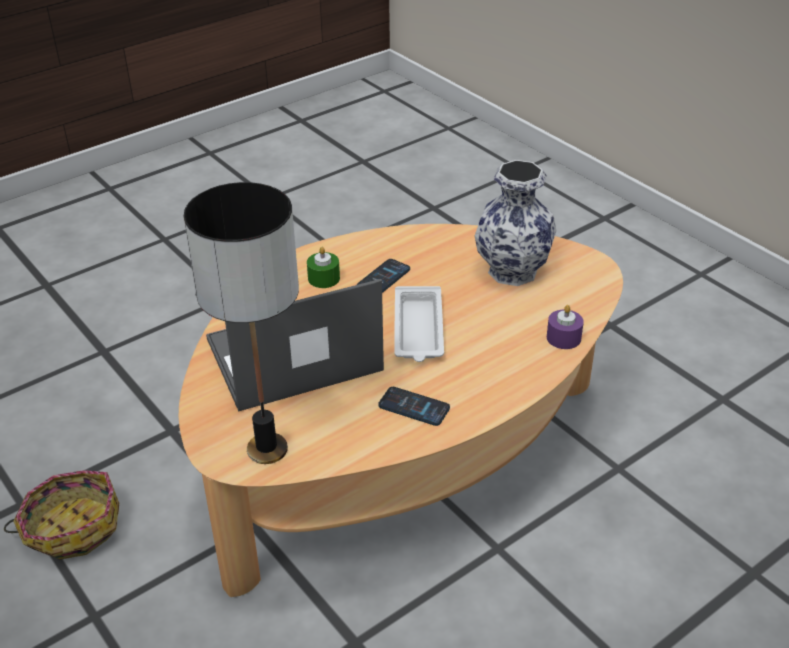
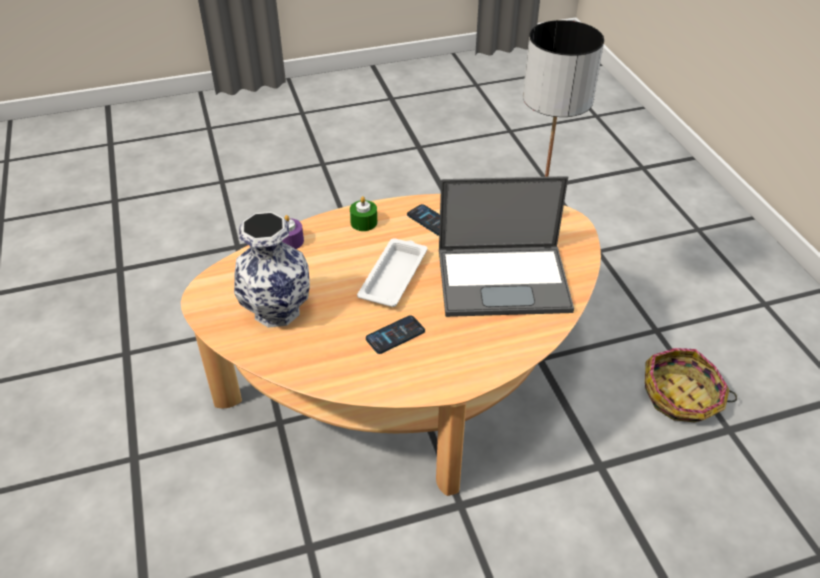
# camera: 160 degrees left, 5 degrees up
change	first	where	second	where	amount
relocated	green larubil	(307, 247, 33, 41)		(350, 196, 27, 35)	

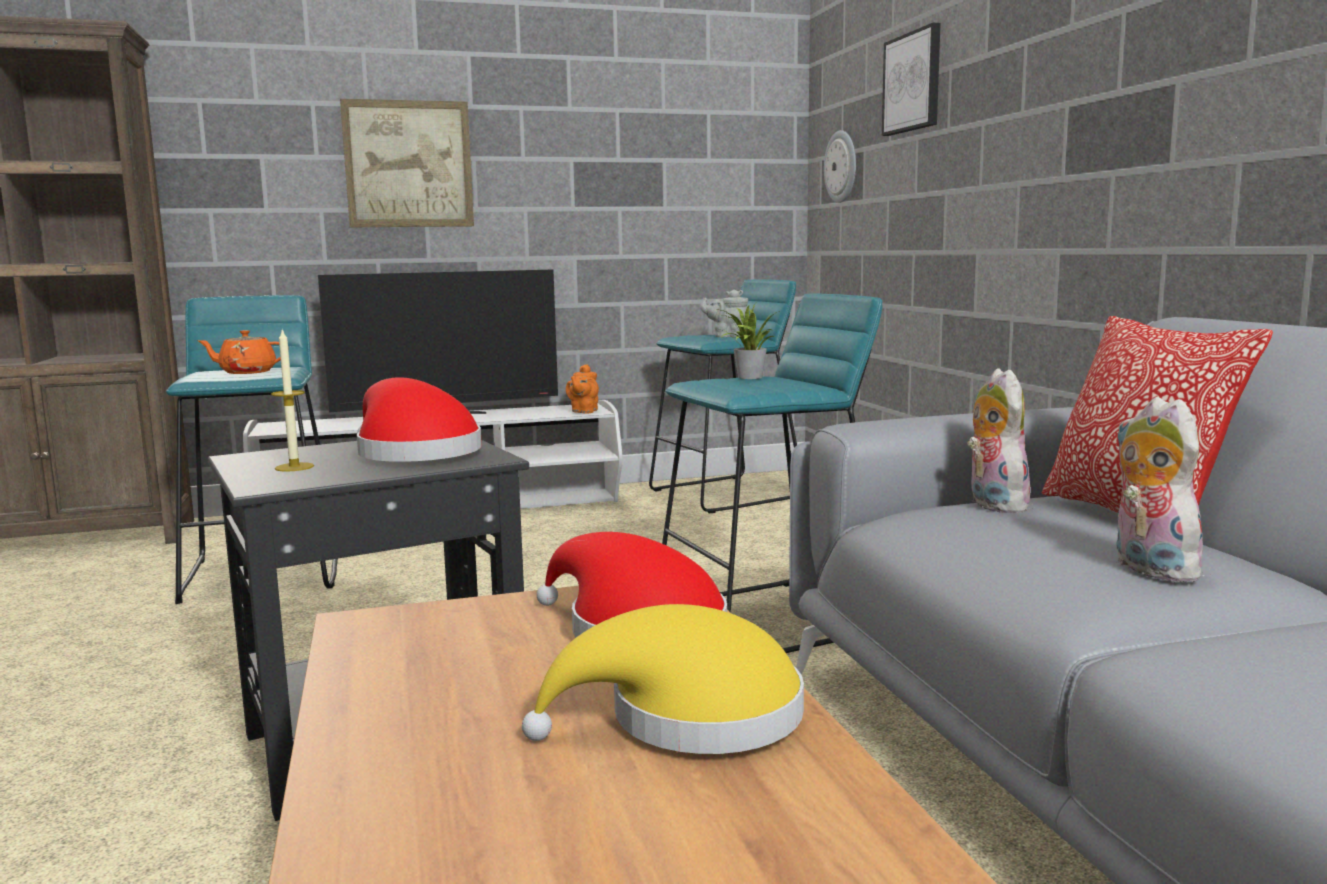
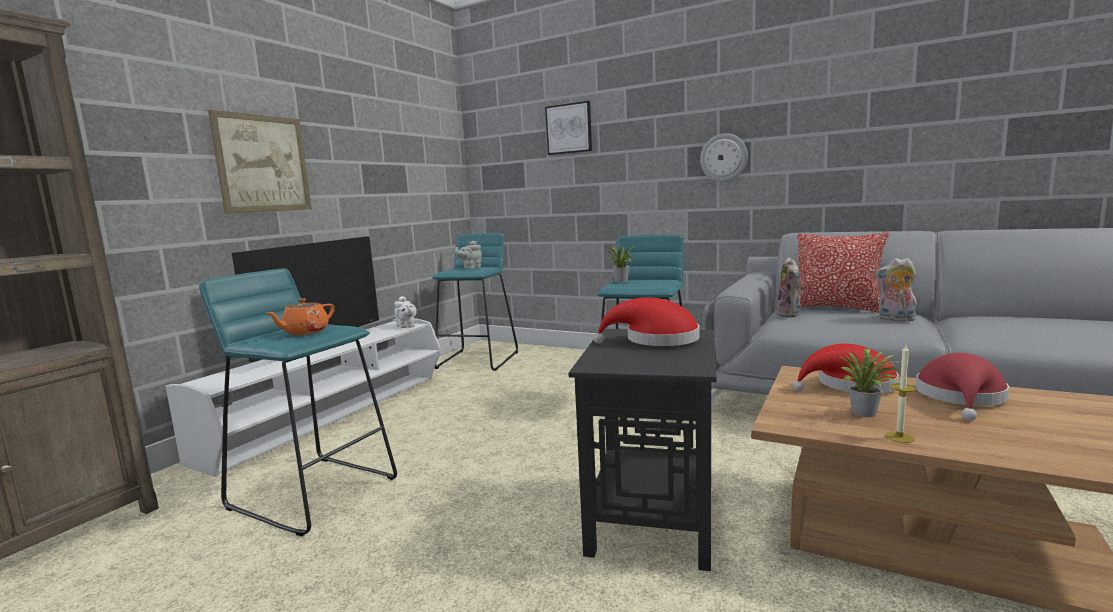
# camera: 45 degrees left, 0 degrees up
change	first	where	second	where	amount
relocated	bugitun	(824, 130, 32, 73)		(700, 133, 48, 49)	
relocated	larubil	(271, 329, 43, 143)		(885, 345, 31, 98)	
colour	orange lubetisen	(566, 365, 33, 49)	white lubetisen	(395, 296, 22, 32)	
spun	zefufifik	(967, 368, 66, 145)		(776, 257, 28, 60)	120 degrees counterclockwise
colour	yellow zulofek	(522, 604, 282, 150)	red zulofek	(916, 353, 93, 68)	
appeared			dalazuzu	(841, 347, 60, 70)	

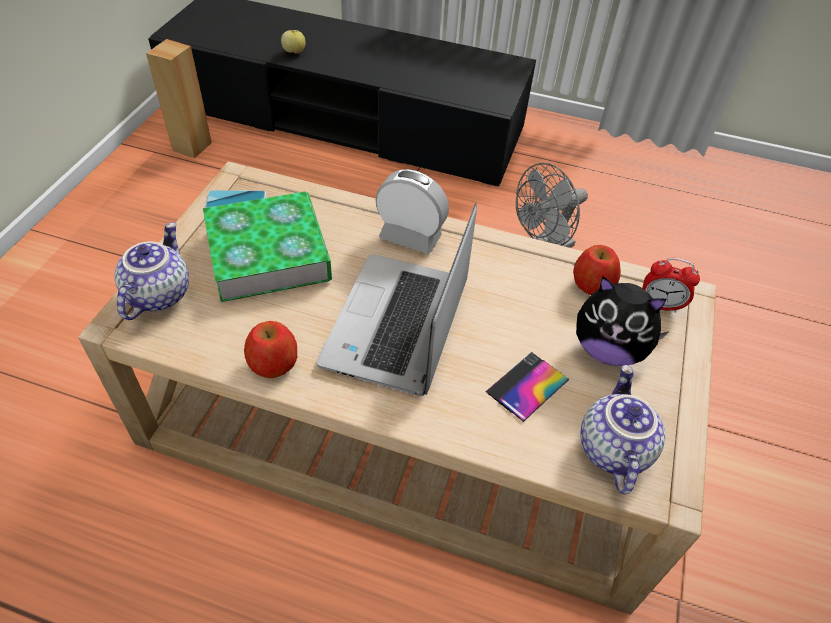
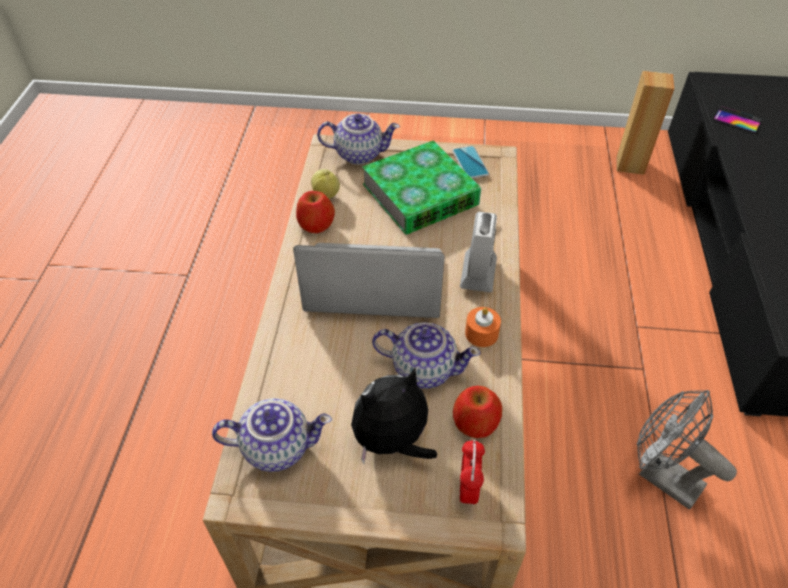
# camera: 80 degrees right, 0 degrees up
change	first	where	second	where	amount
relocated	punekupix	(281, 30, 25, 24)		(311, 169, 29, 30)	
spun	zefufifik	(576, 276, 93, 90)		(351, 368, 86, 96)	45 degrees clockwise
relocated	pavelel	(486, 352, 83, 70)		(714, 106, 48, 27)	
appeared			orange larubil	(465, 307, 36, 40)	
appeared			lubetisen	(372, 322, 108, 67)	

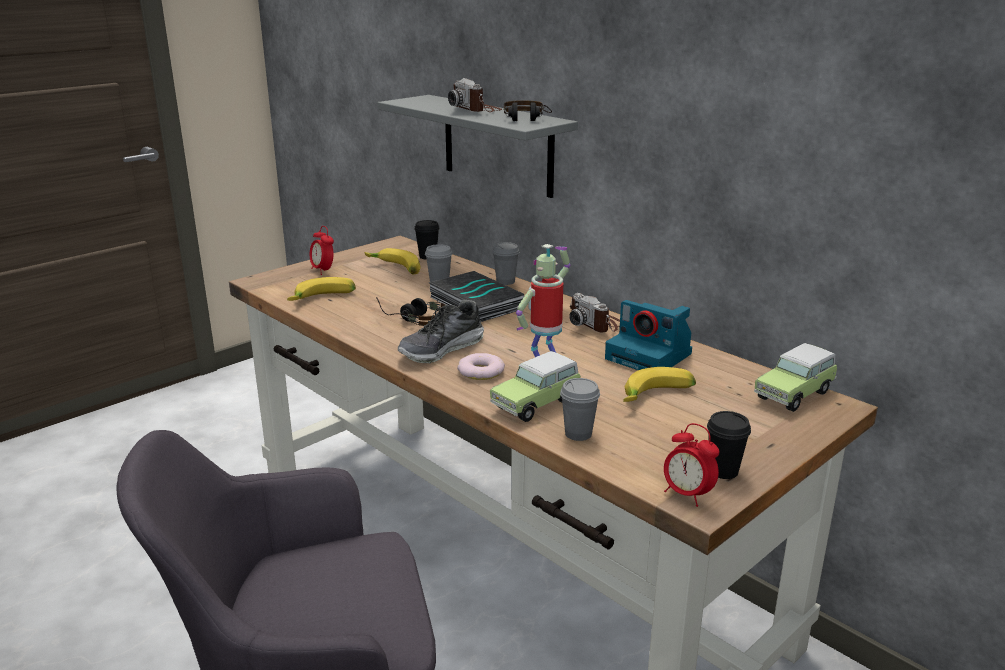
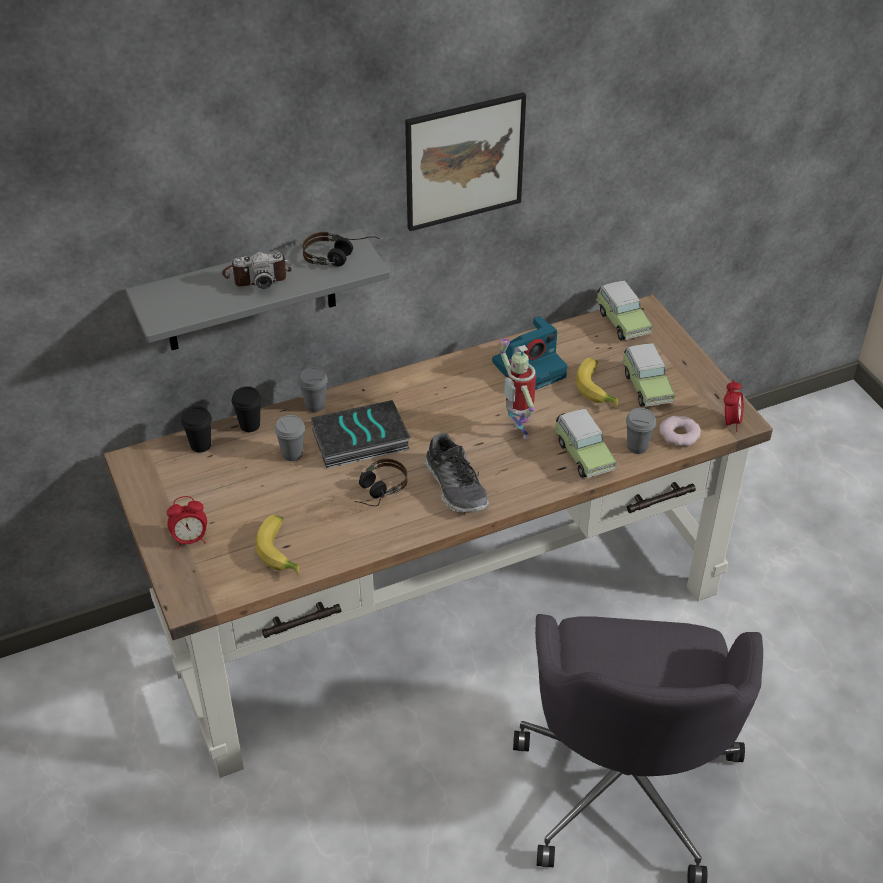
# camera: 70 degrees left, 20 degrees up
change	first	where	second	where	amount
missing	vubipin	(364, 248, 57, 27)			
missing	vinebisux	(569, 293, 51, 39)			
relocated	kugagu	(457, 353, 48, 27)		(659, 416, 42, 30)	
relocated	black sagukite	(707, 411, 44, 68)		(232, 387, 30, 45)	
spun	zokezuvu	(664, 423, 55, 84)		(724, 380, 19, 51)	45 degrees counterclockwise
appeared			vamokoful	(405, 92, 121, 139)	
appeared			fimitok	(622, 343, 53, 64)	

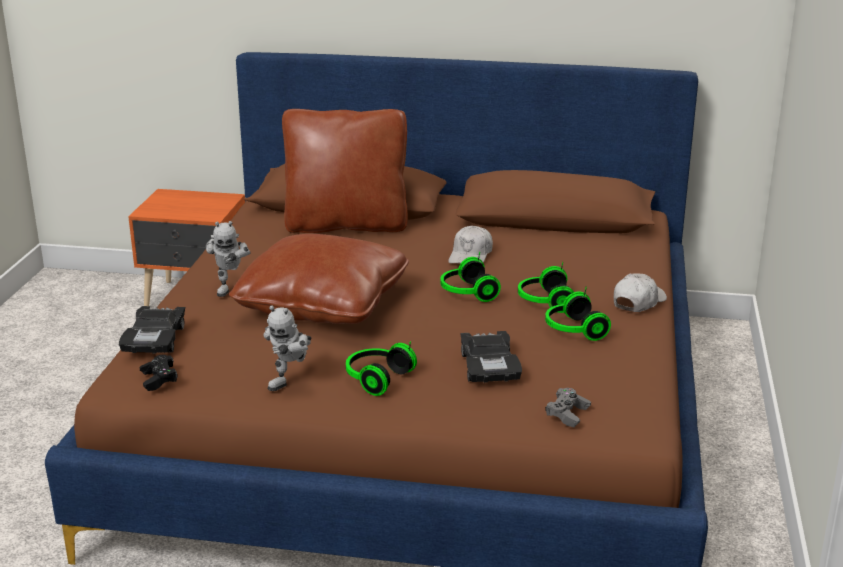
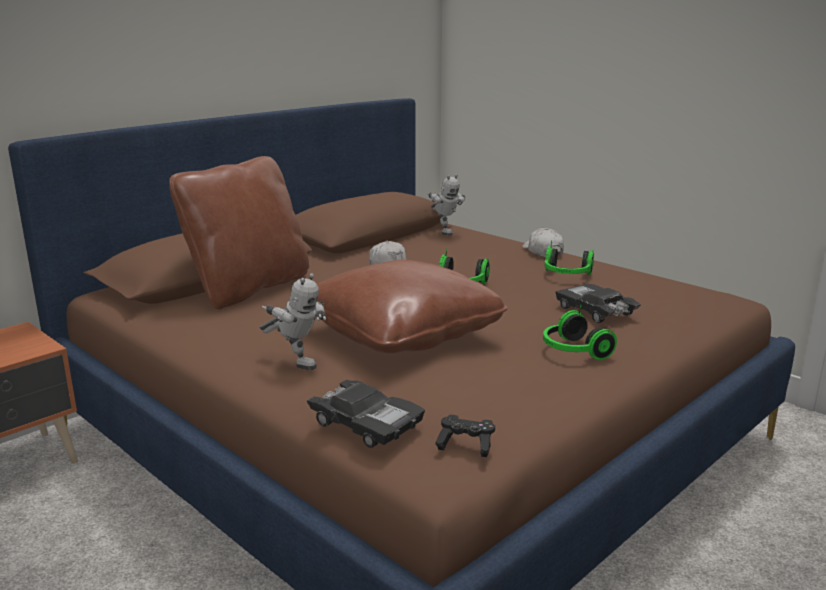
# camera: 55 degrees left, 5 degrees down
change	first	where	second	where	amount
missing	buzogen	(518, 262, 56, 51)			
relocated	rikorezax	(263, 305, 49, 86)		(427, 174, 38, 62)	
spun	black fimitok	(461, 331, 61, 52)		(555, 284, 86, 39)	150 degrees counterclockwise
missing	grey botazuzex	(545, 388, 46, 39)			

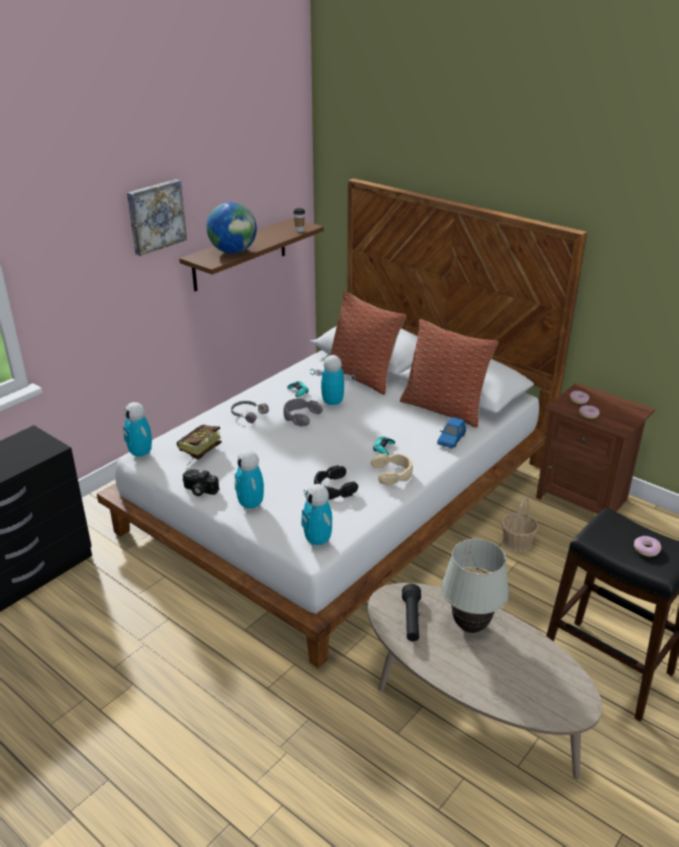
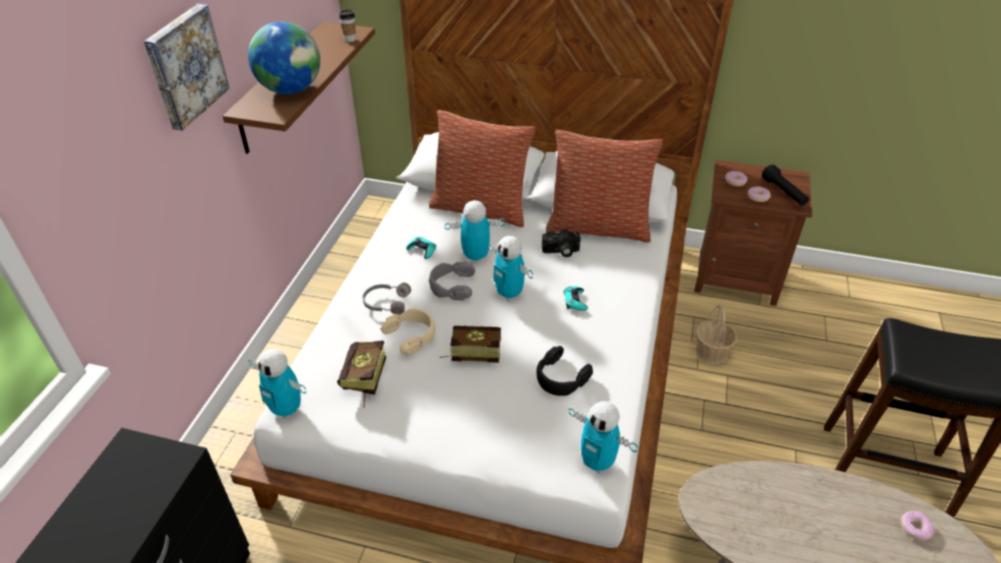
# camera: 25 degrees left, 10 degrees up
change	first	where	second	where	amount
missing	blue fimitok	(437, 417, 29, 32)			
relocated	rikorezax	(235, 450, 29, 61)		(488, 236, 45, 65)	
relocated	beige buzogen	(371, 453, 42, 32)		(381, 308, 54, 47)	
relocated	vinebisux	(182, 469, 37, 27)		(542, 229, 38, 28)	
relocated	kugagu	(634, 536, 27, 21)		(901, 511, 34, 30)	
missing	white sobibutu	(441, 539, 68, 94)			
relocated	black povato	(402, 584, 19, 57)		(762, 165, 47, 41)	
appeared			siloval	(439, 325, 62, 38)	

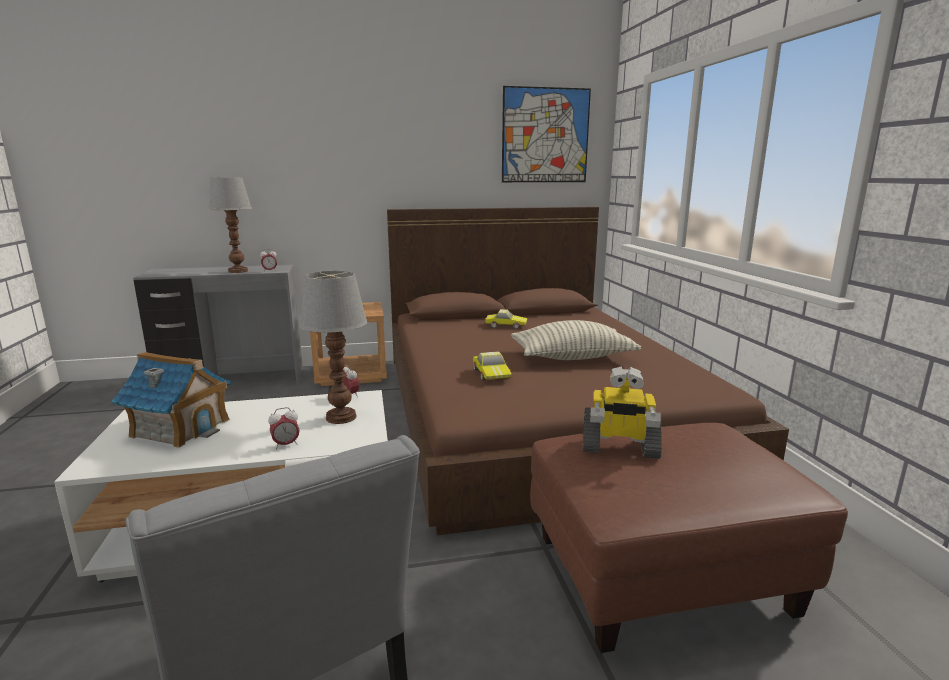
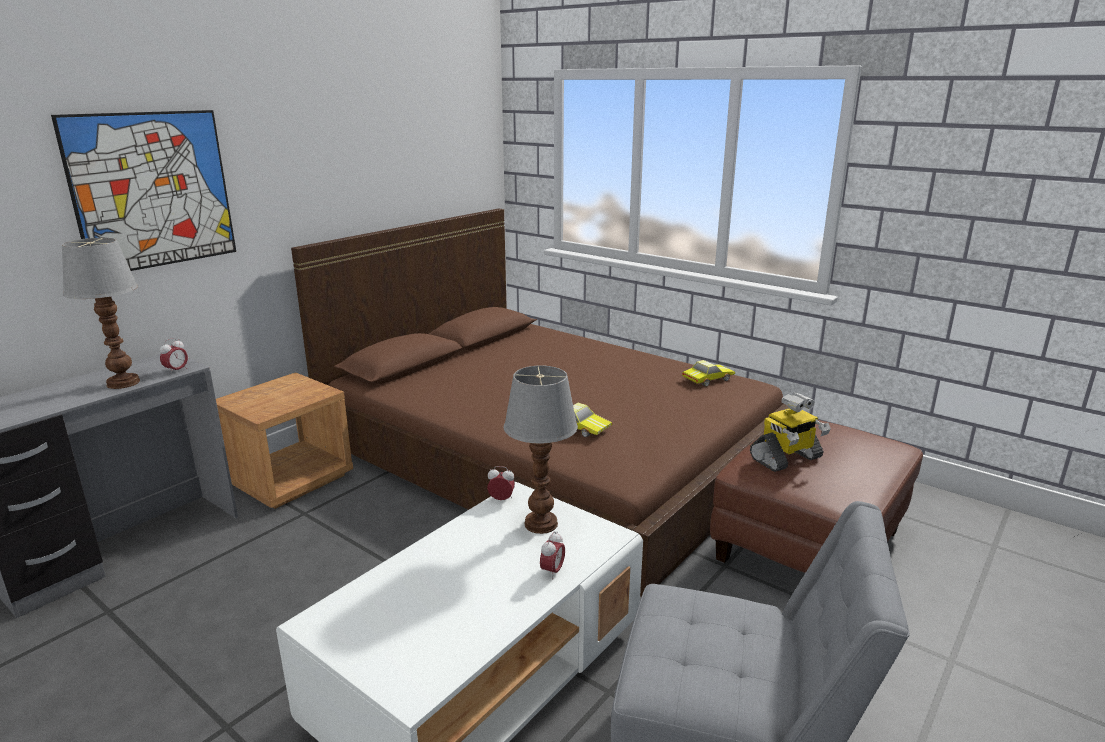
# camera: 40 degrees left, 5 degrees up
change	first	where	second	where	amount
relocated	vamokoful	(502, 86, 89, 96)		(51, 110, 185, 161)	
relocated	fimitok	(485, 309, 42, 20)		(682, 360, 53, 27)	
missing	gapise	(511, 320, 130, 40)			
missing	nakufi	(111, 352, 120, 96)			

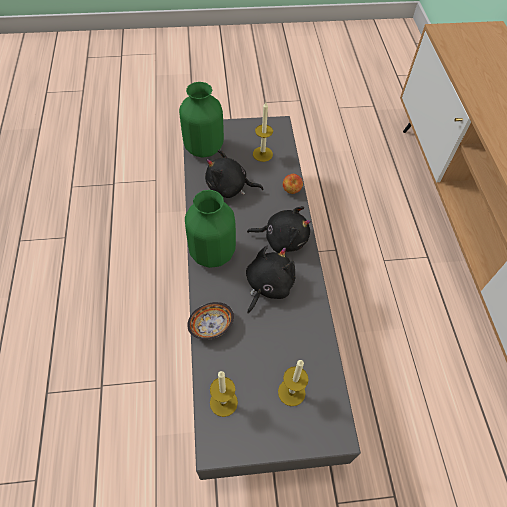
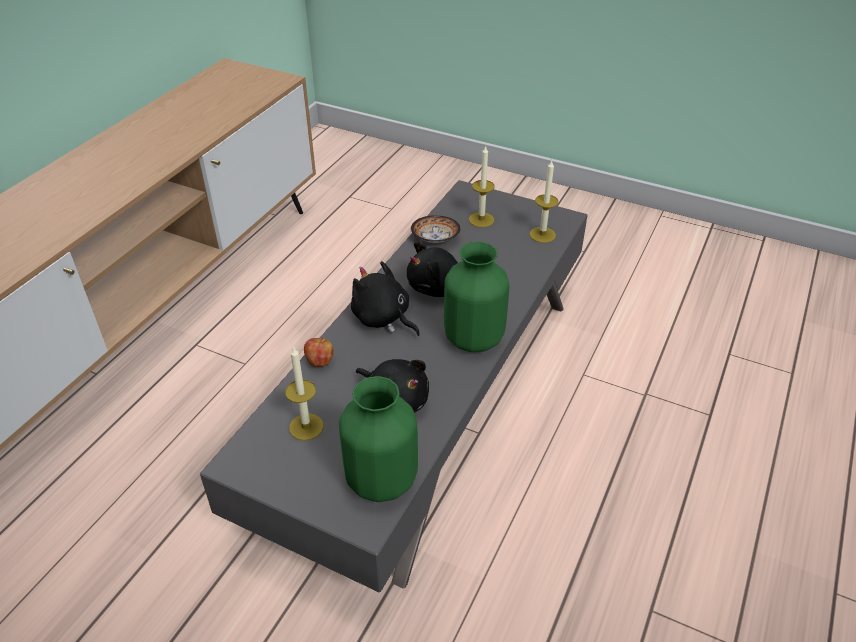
# camera: 145 degrees left, 15 degrees down
change	first	where	second	where	amount
relocated	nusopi	(187, 302, 47, 38)		(411, 215, 49, 28)	

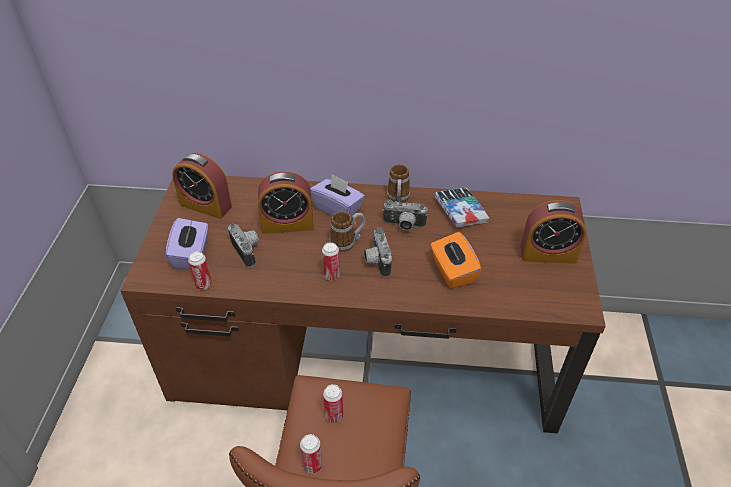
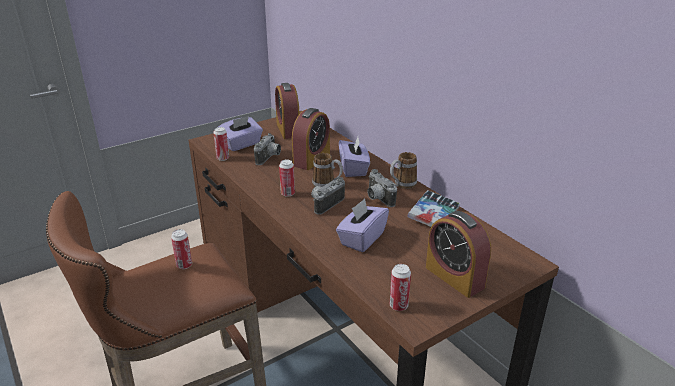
# camera: 50 degrees right, 15 degrees down
change	first	where	second	where	amount
spun	zokezuvu	(258, 171, 55, 63)		(292, 108, 38, 62)	105 degrees counterclockwise
colour	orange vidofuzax	(431, 232, 50, 56)	purple vidofuzax	(336, 198, 53, 54)	
relocated	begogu	(300, 434, 22, 40)		(390, 264, 21, 47)	

